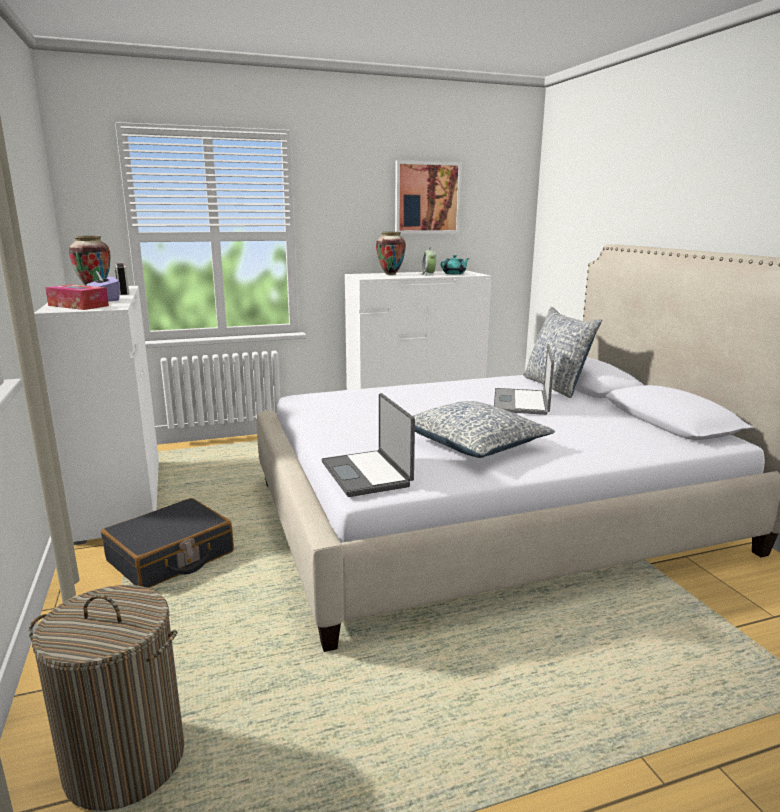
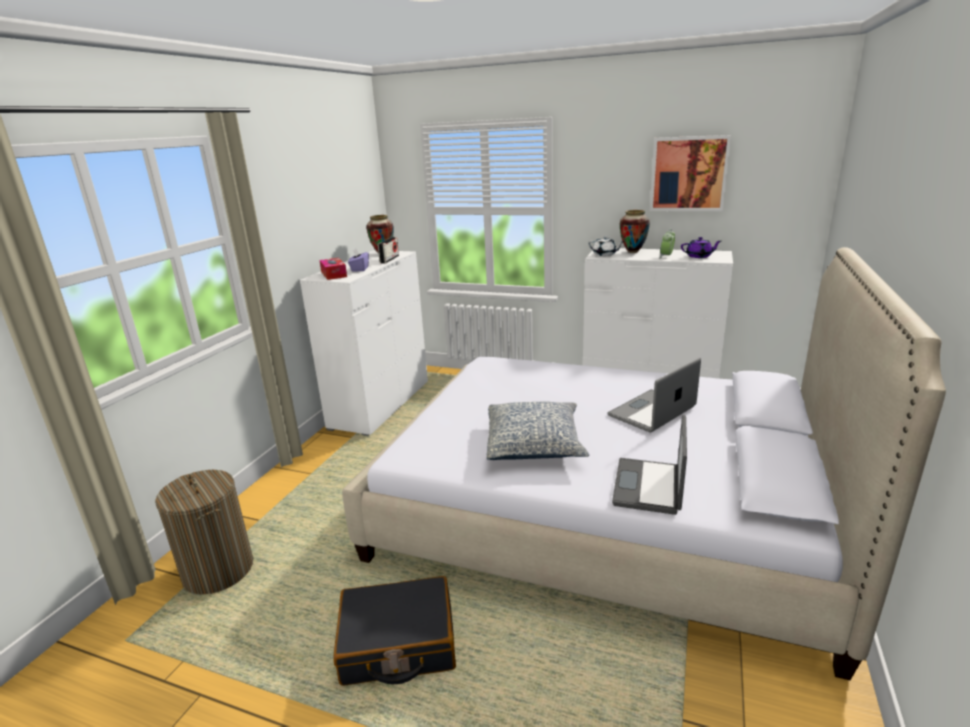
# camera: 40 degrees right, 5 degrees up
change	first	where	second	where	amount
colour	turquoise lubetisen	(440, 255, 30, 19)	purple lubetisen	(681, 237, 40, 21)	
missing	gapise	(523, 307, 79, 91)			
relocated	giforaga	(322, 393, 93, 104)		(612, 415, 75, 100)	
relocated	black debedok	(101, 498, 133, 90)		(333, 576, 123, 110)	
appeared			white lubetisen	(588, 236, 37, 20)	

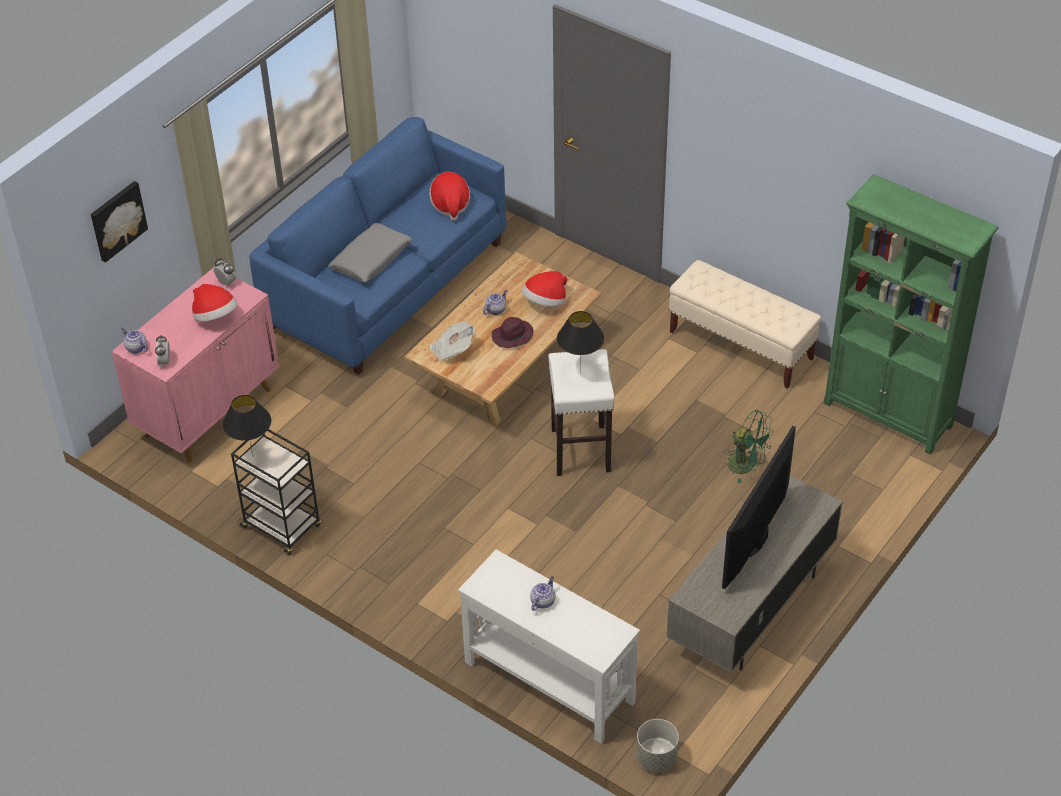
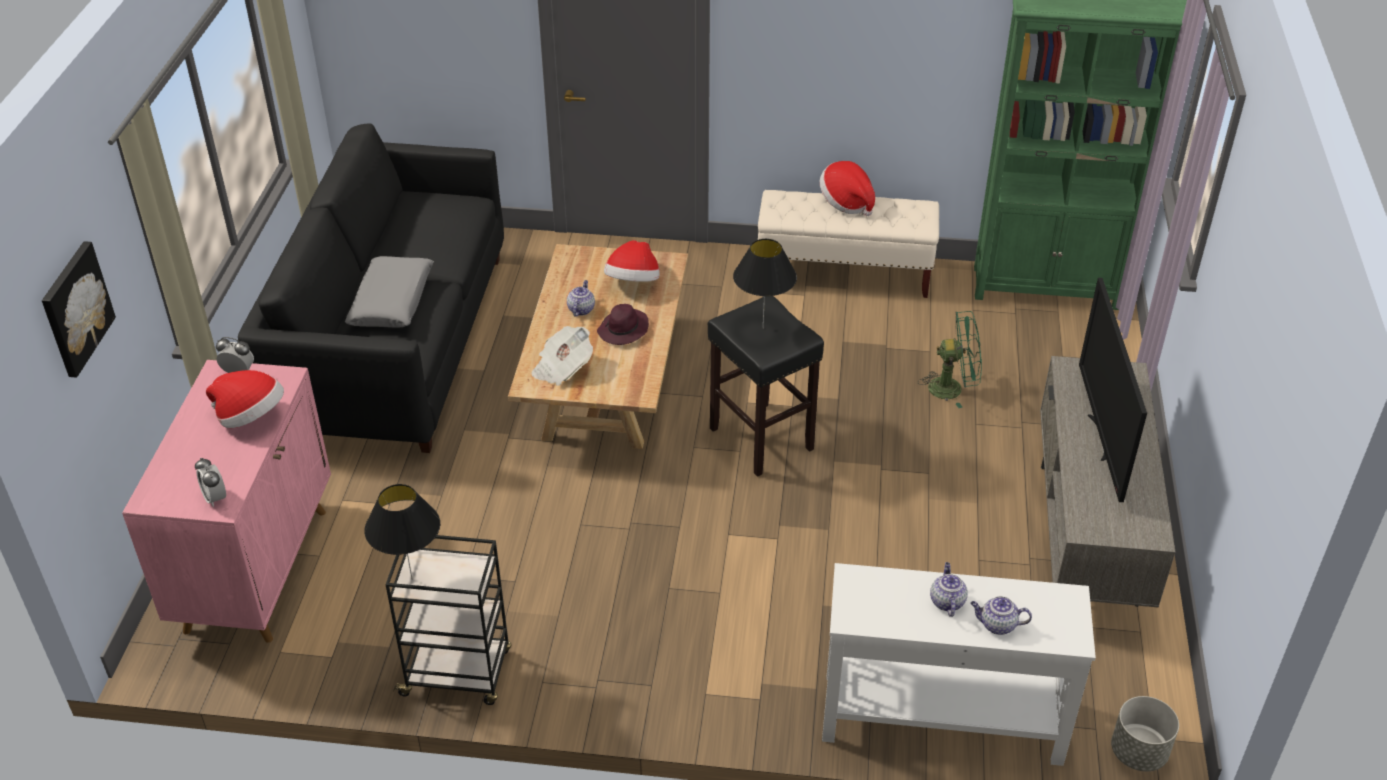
# camera: 30 degrees left, 5 degrees down
change	first	where	second	where	amount
colour	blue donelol	(250, 117, 256, 258)	black donelol	(238, 124, 266, 329)	
relocated	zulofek	(429, 172, 41, 49)		(820, 161, 55, 55)	
relocated	lubetisen	(121, 328, 27, 26)		(970, 596, 62, 39)	
colour	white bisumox	(548, 349, 67, 127)	black bisumox	(708, 296, 116, 181)	

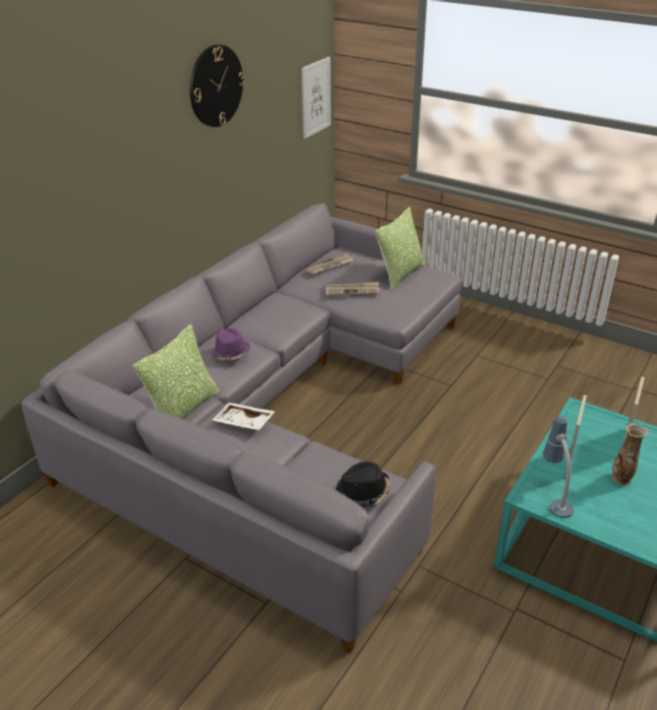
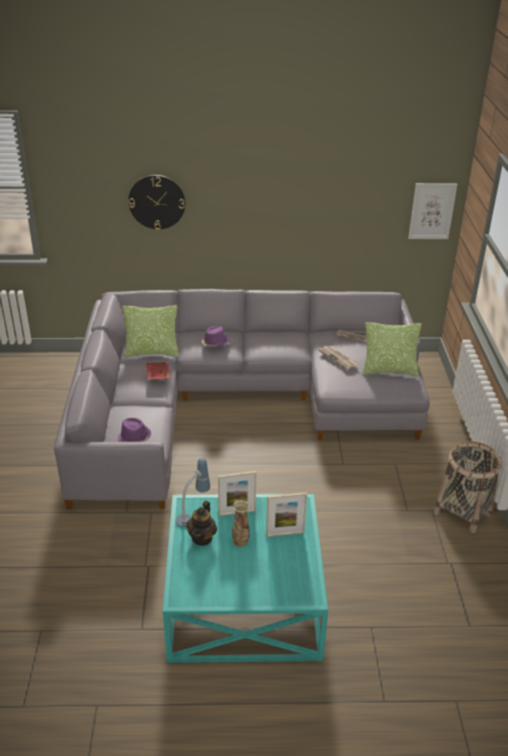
# camera: 55 degrees right, 0 degrees up
change	first	where	second	where	amount
relocated	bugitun	(190, 44, 55, 83)		(128, 175, 57, 55)	
colour	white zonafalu	(212, 403, 63, 27)	red zonafalu	(146, 362, 24, 18)	
colour	black zulofek	(336, 461, 55, 47)	purple zulofek	(118, 418, 33, 24)	
appeared			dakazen	(434, 441, 68, 92)	
appeared			lubetisen	(186, 501, 31, 45)	

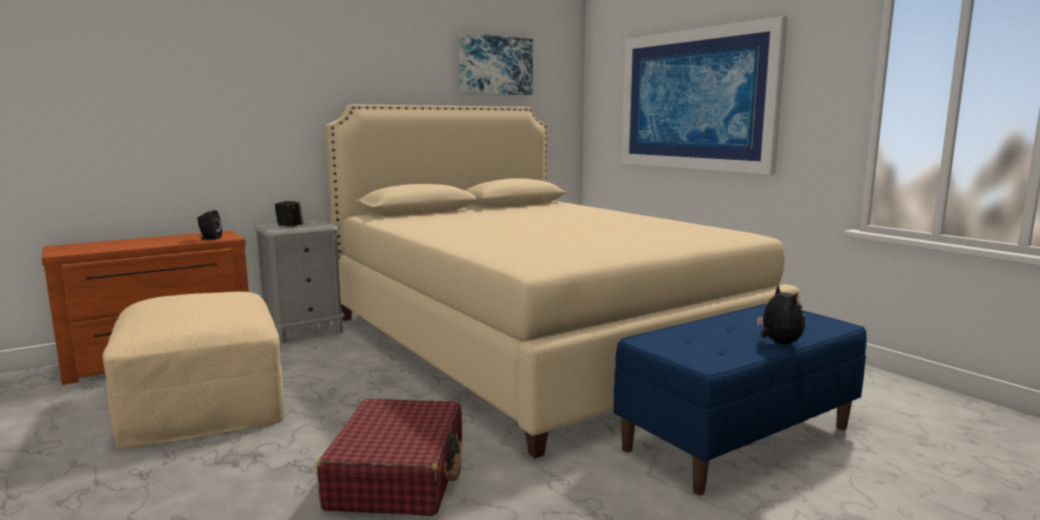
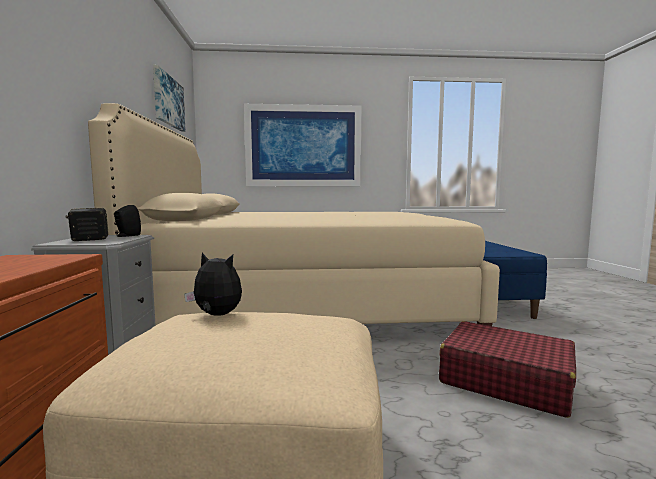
# camera: 60 degrees left, 5 degrees down
change	first	where	second	where	amount
relocated	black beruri	(197, 210, 25, 30)		(114, 205, 27, 32)	
relocated	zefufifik	(757, 286, 48, 59)		(184, 253, 58, 63)	

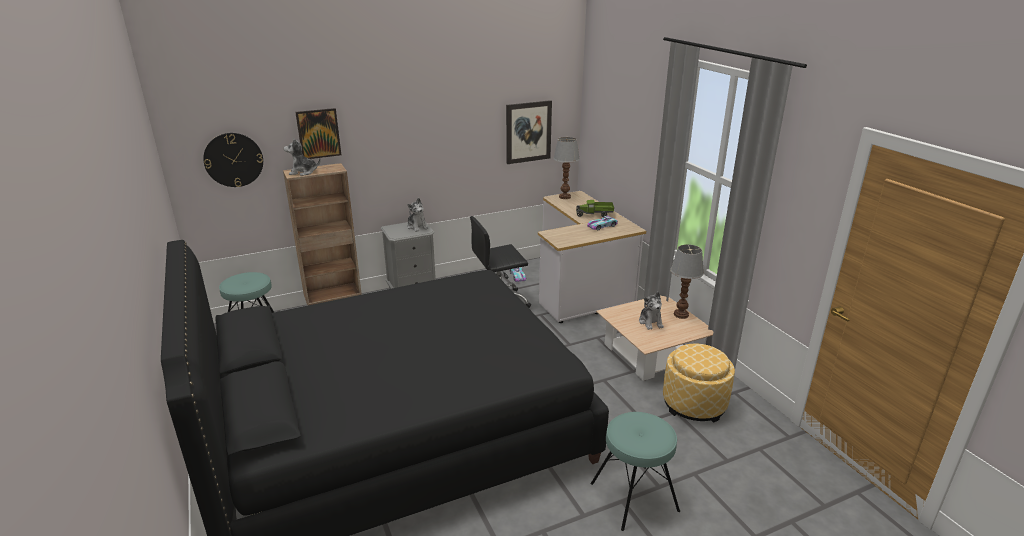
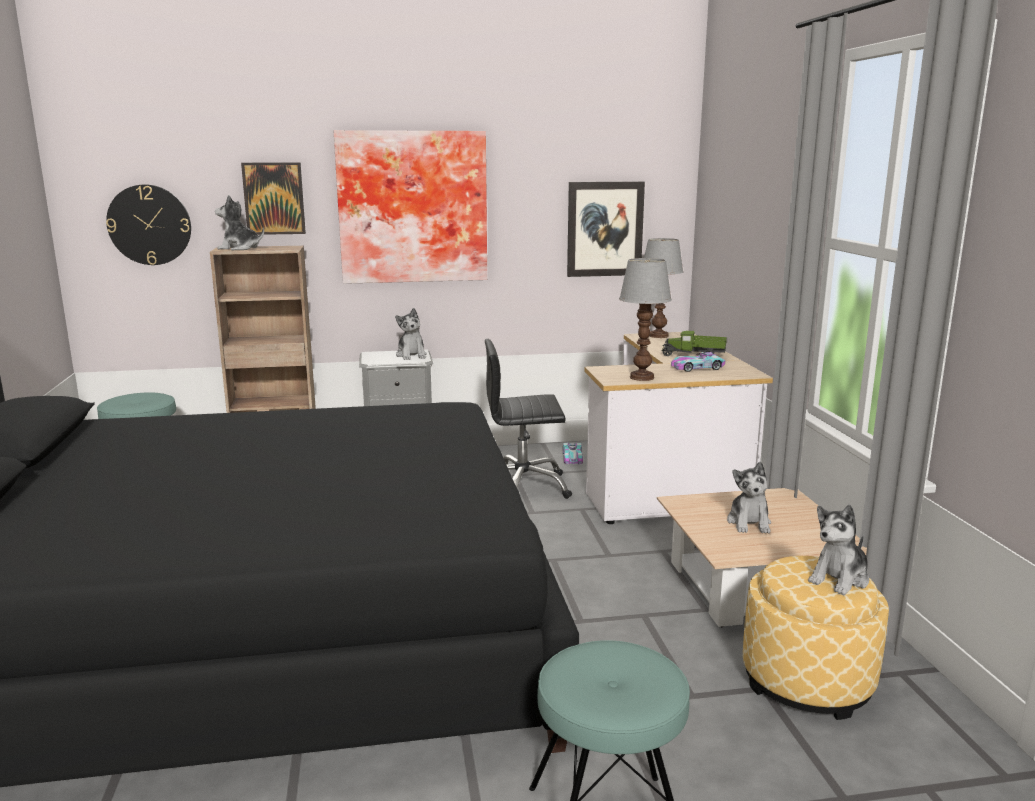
# camera: 15 degrees right, 10 degrees down
change	first	where	second	where	amount
relocated	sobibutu	(670, 244, 34, 75)		(619, 258, 53, 123)	
appeared			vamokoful	(334, 130, 153, 154)	
appeared			zefufifik	(808, 504, 61, 91)	

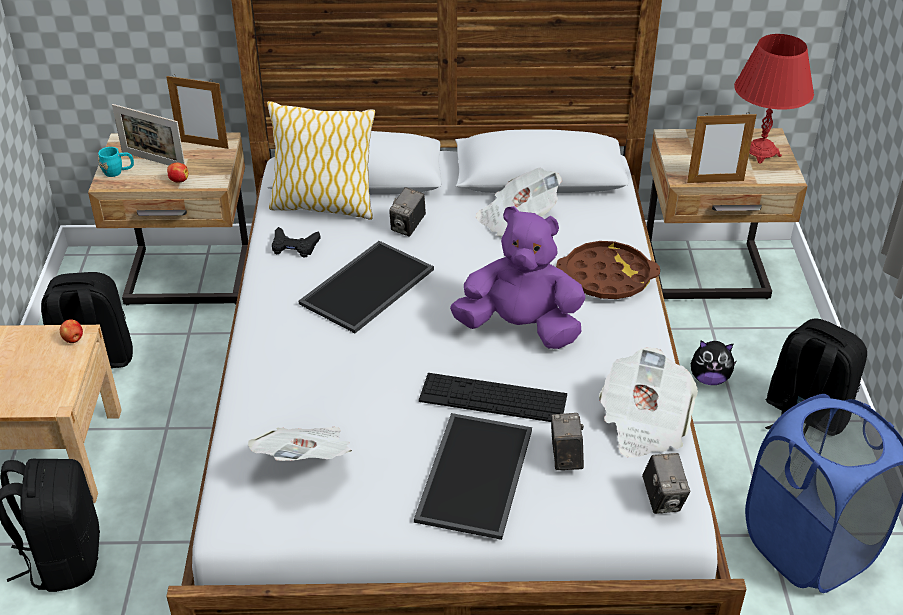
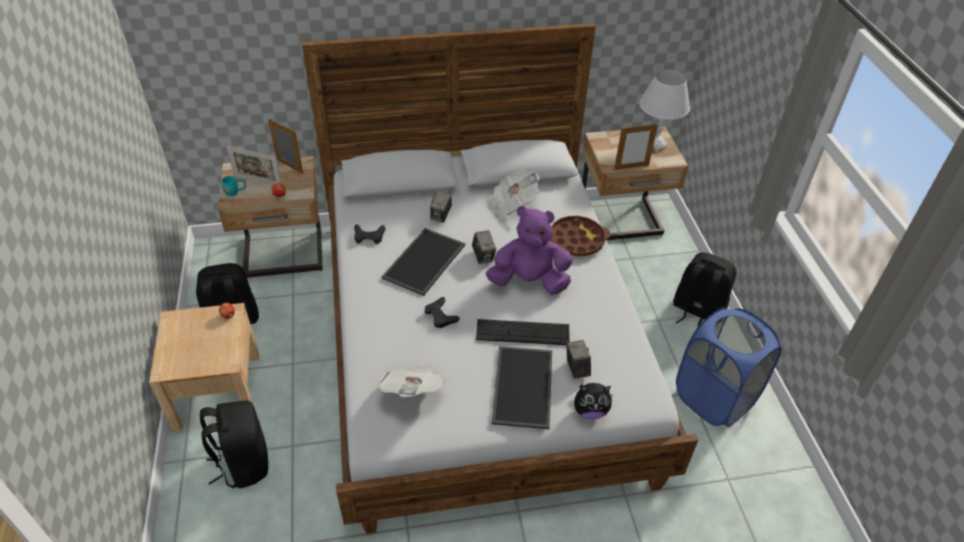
# camera: 10 degrees left, 5 degrees up
change	first	where	second	where	amount
colour	red sobibutu	(734, 34, 80, 130)	white sobibutu	(639, 69, 51, 84)	
spun	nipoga	(166, 75, 63, 74)		(268, 118, 35, 56)	150 degrees counterclockwise
missing	gapise	(267, 101, 108, 119)			
relocated	zefufifik	(691, 341, 45, 44)		(574, 383, 38, 37)	
missing	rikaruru	(599, 347, 99, 111)			
relocated	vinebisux	(642, 453, 48, 61)		(472, 230, 24, 34)	
appeared			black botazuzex	(425, 297, 34, 31)	

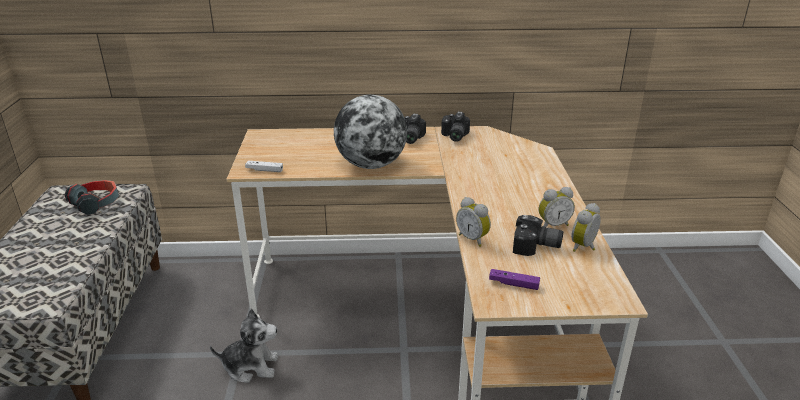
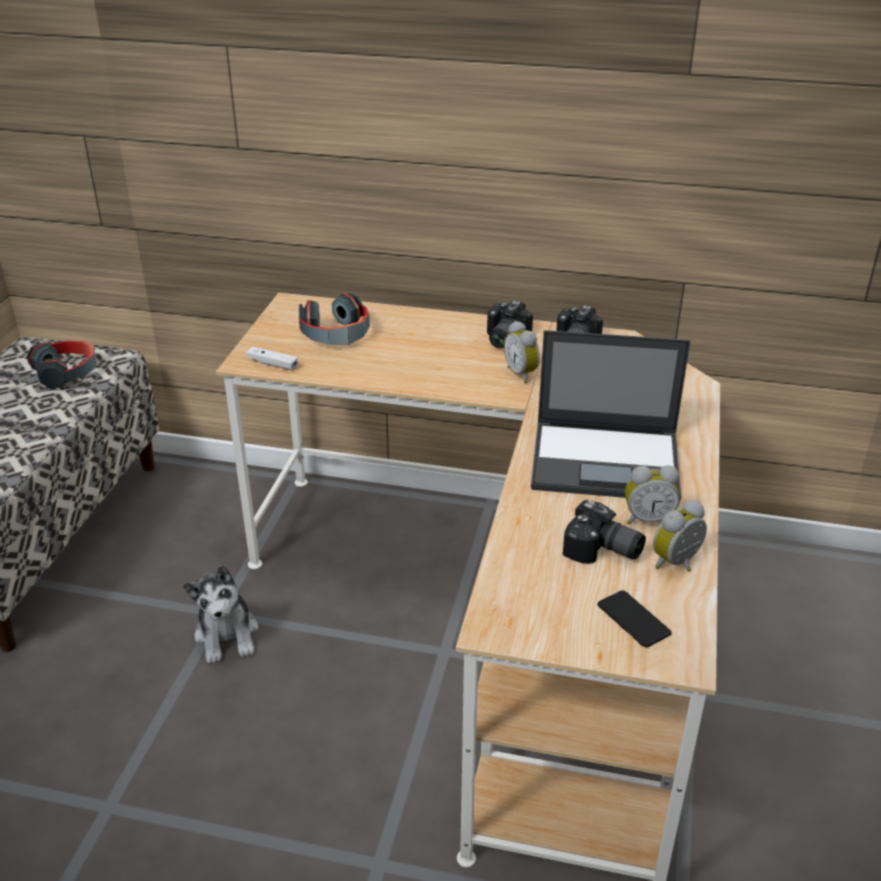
# camera: 15 degrees right, 5 degrees up
change	first	where	second	where	amount
missing	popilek	(334, 95, 73, 74)			
relocated	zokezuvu	(456, 197, 35, 50)		(504, 321, 36, 62)	
missing	purple botazuzex	(489, 269, 51, 21)			
spun	zefufifik	(210, 308, 68, 75)		(183, 565, 75, 99)	60 degrees clockwise
appeared			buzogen	(299, 293, 71, 52)	
appeared			giforaga	(531, 330, 159, 170)	
appeared			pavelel	(598, 590, 74, 57)	

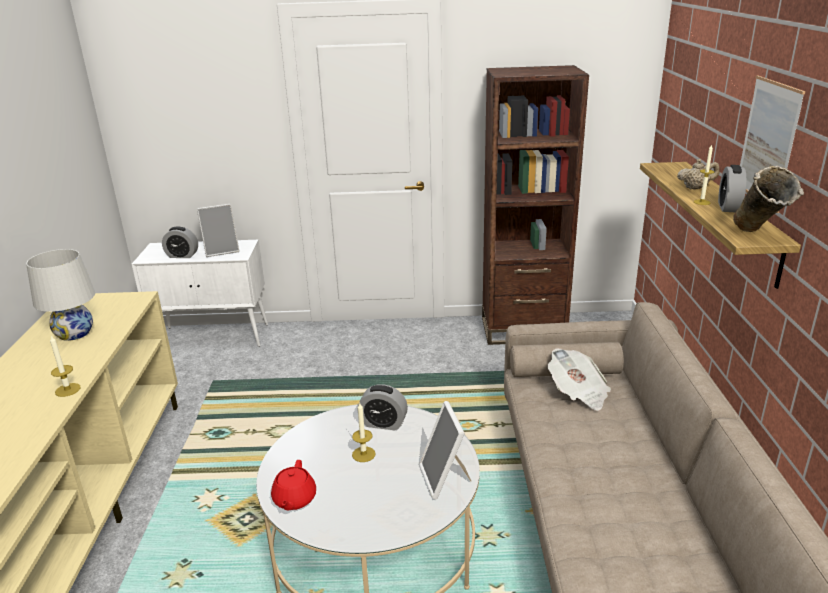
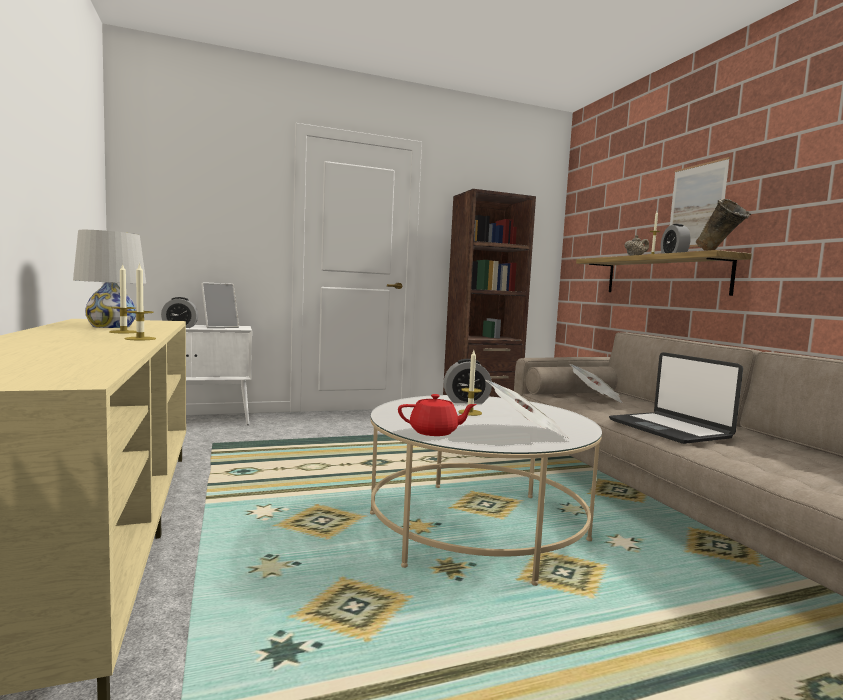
# camera: 20 degrees left, 20 degrees down
change	first	where	second	where	amount
missing	nipoga	(419, 401, 52, 98)			
spun	red lubetisen	(271, 460, 45, 50)		(398, 394, 79, 42)	75 degrees counterclockwise
appeared			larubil	(109, 263, 27, 70)	
appeared			giforaga	(609, 352, 134, 92)	
appeared			rikaruru	(485, 380, 86, 59)	

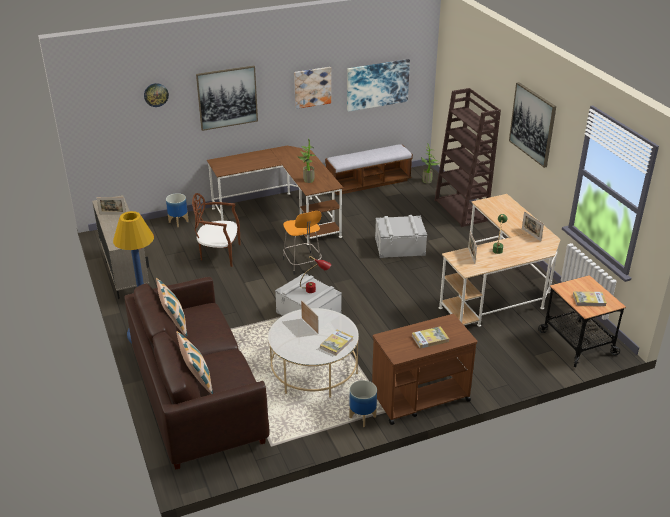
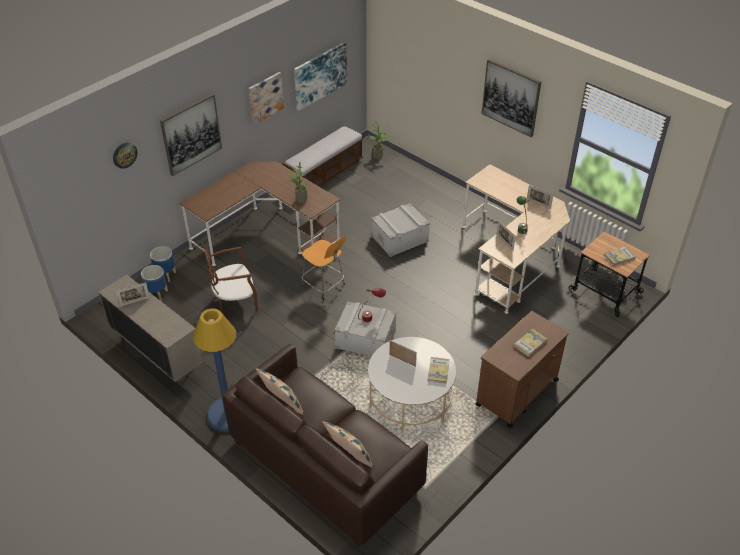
# camera: 25 degrees left, 10 degrees up
change	first	where	second	where	amount
missing	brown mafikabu	(434, 88, 67, 139)			
relocated	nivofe	(349, 380, 28, 47)		(141, 265, 27, 36)	

